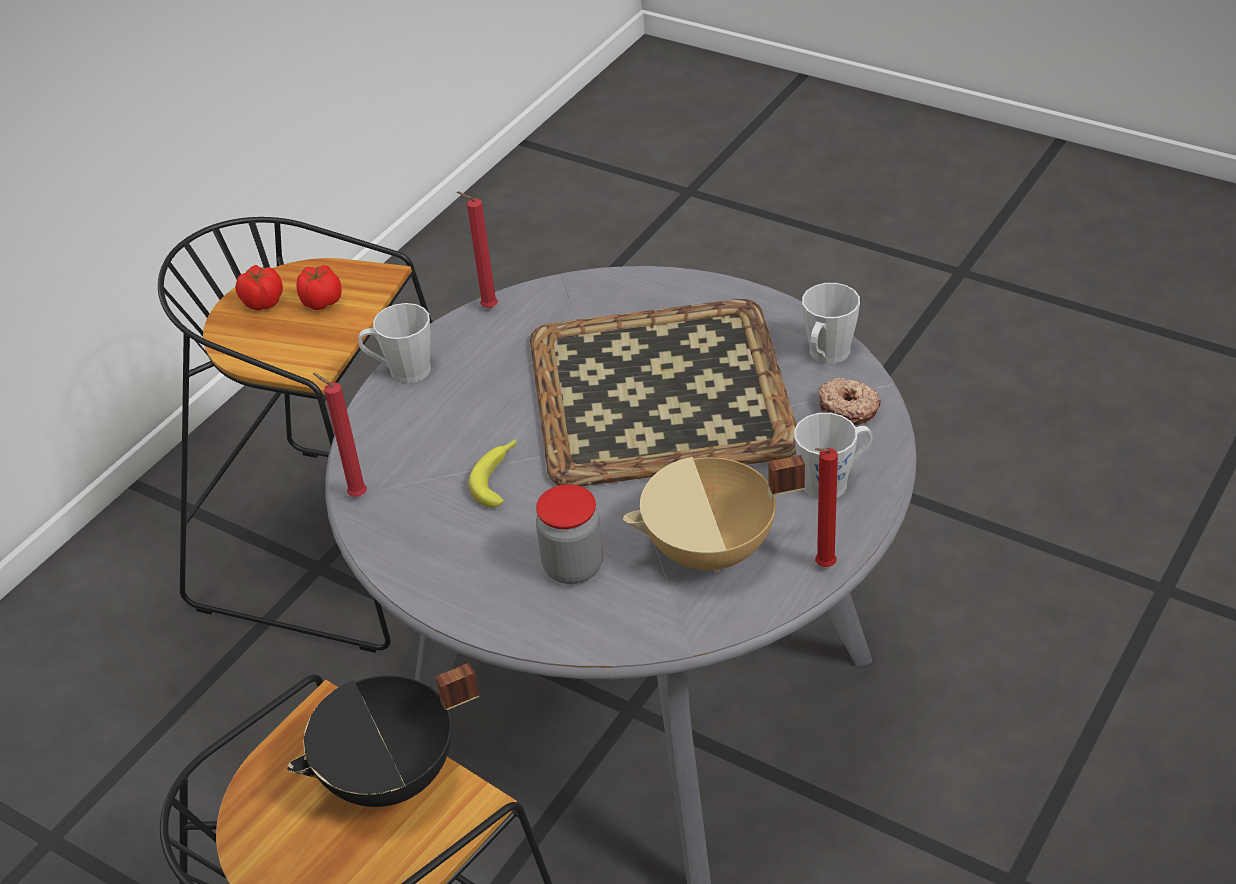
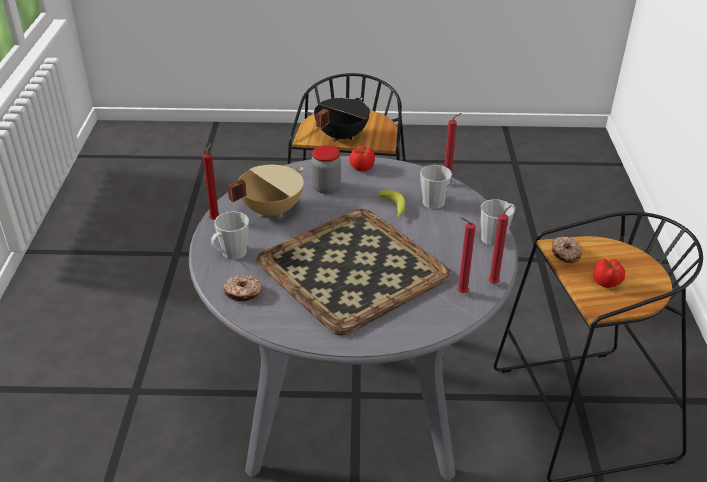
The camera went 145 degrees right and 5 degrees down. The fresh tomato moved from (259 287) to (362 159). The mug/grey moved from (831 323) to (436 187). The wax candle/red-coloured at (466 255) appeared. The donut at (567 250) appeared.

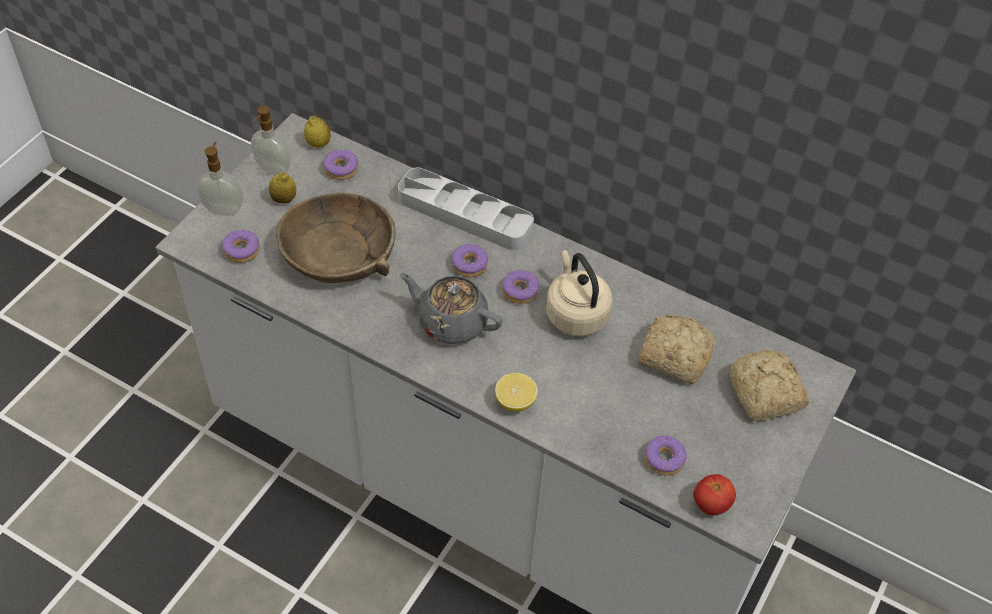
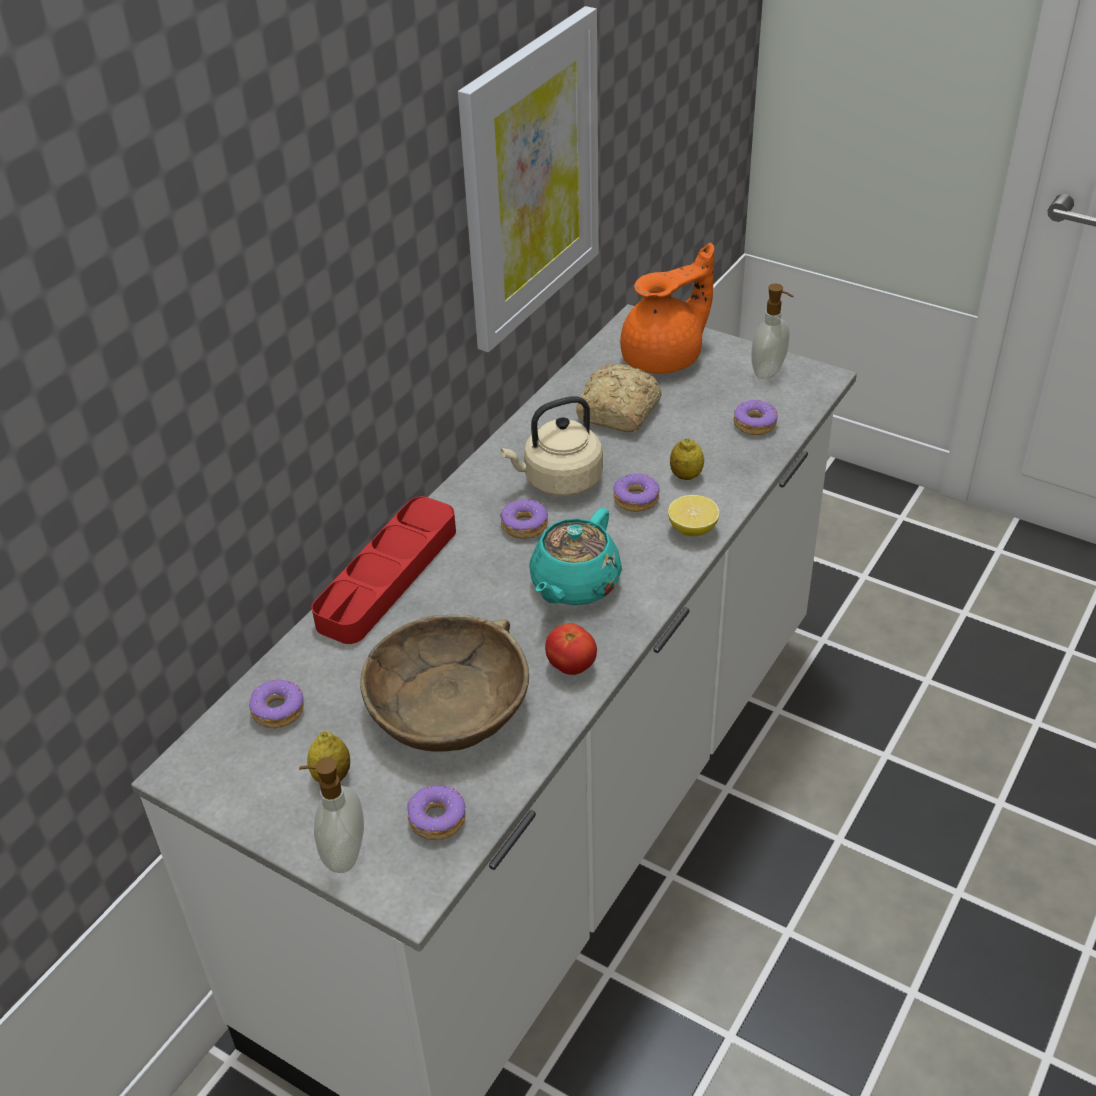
The camera went 85 degrees left and 10 degrees down. The carrying tray/grey at (466 209) became the carrying tray/red-coloured at (384 570). The wall picture at (528 179) appeared. The tea pot/grey at (451 308) became the tea pot/turquoise-coloured at (575 556). The fresh tomato moved from (714 494) to (571 649). The donut moved from (470 261) to (636 493). The baked bread at (768 385) was replaced by the tea pot/orange-coloured at (667 308). The lemon moved from (317 132) to (687 459). The liquid soap bottle moved from (271 141) to (772 331).

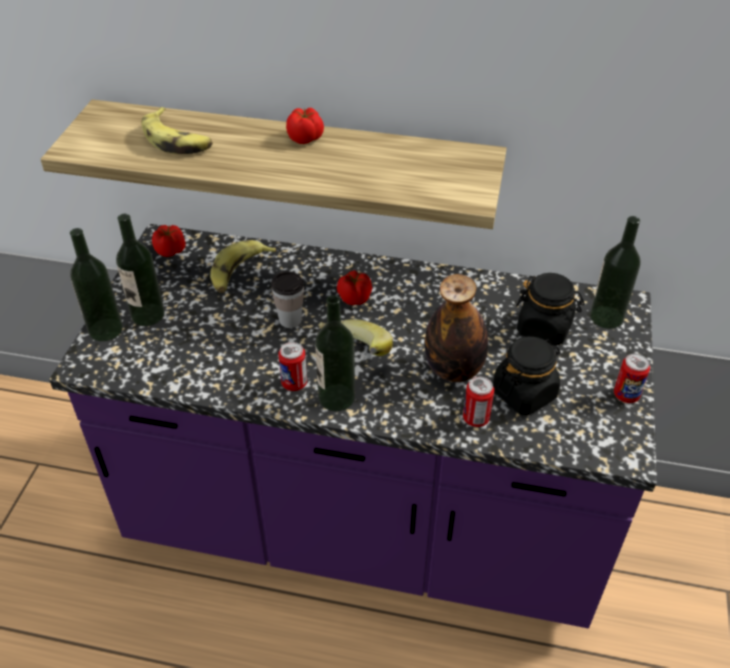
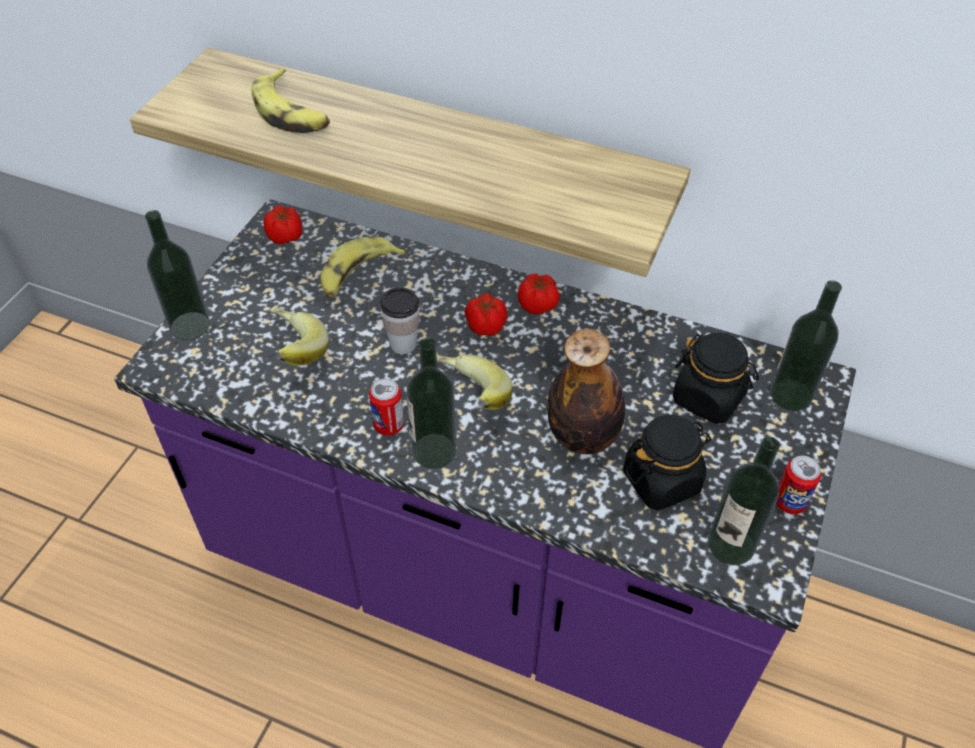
The camera went 10 degrees right and 5 degrees up. The whole banana at (299 335) appeared. The fresh tomato moved from (305 126) to (539 293). The bottle moved from (140 270) to (744 500). The can at (478 402) disappeared.

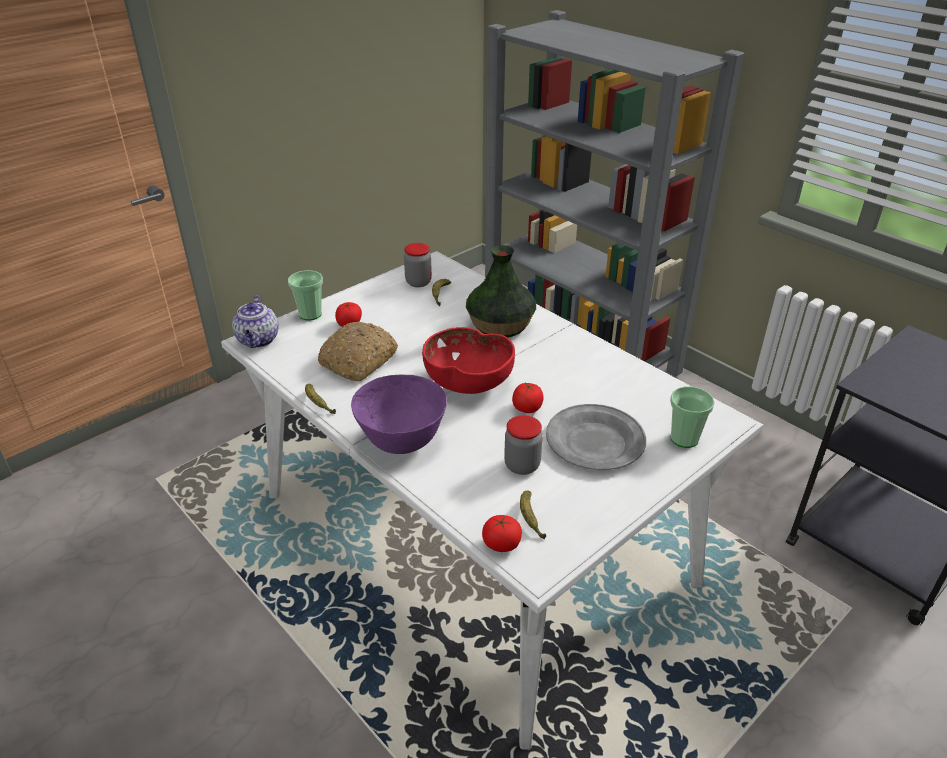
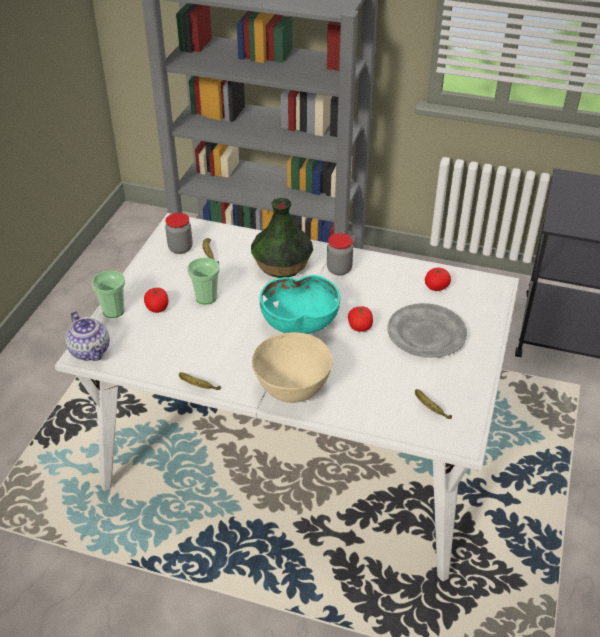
The camera went 30 degrees left and 5 degrees up. The drinking cup moved from (692 417) to (203 281). The bowl/purple at (399 414) became the bowl/beige at (292 367). The bowl/red-coloured at (468 360) became the bowl/turquoise-coloured at (300 304). The storage jar moved from (523 445) to (340 254). The fresh tomato moved from (502 533) to (438 279). The baked bread at (358 351) disappeared.

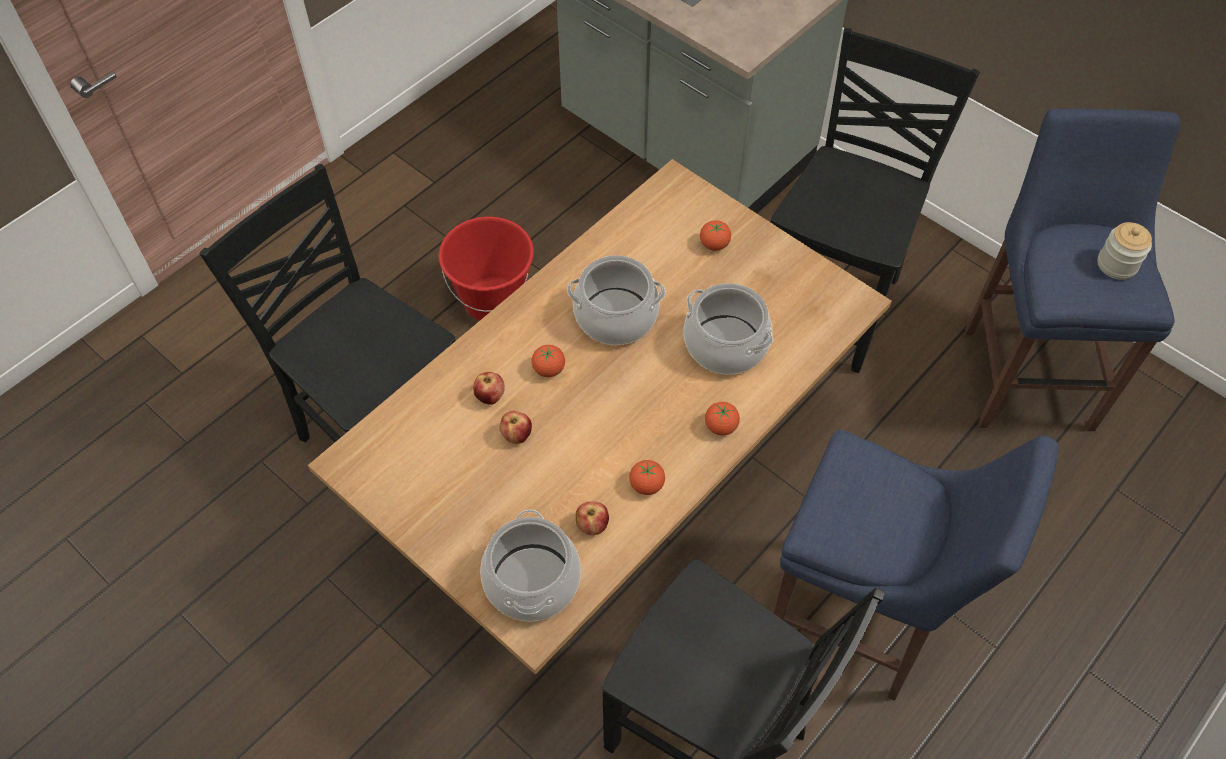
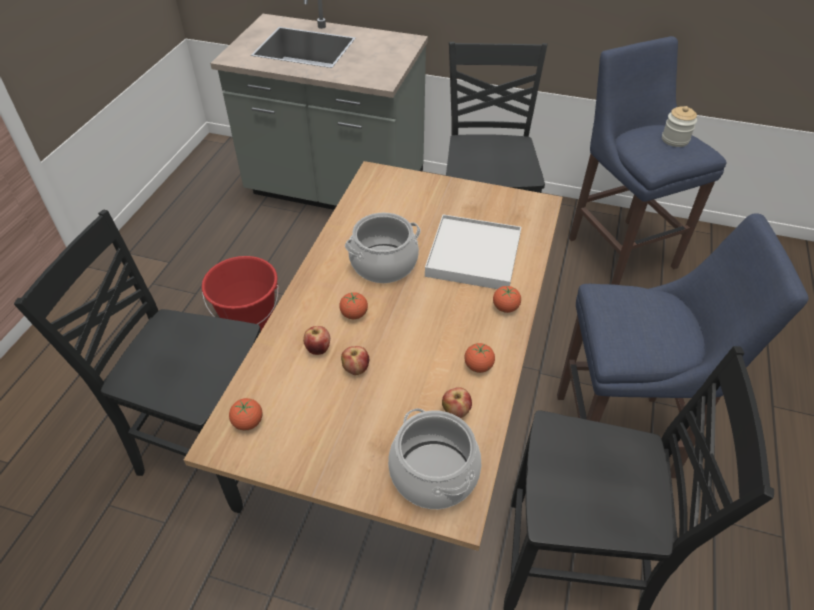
The camera went 25 degrees left and 10 degrees down. The fresh tomato moved from (715 235) to (245 414). The saucepot at (728 328) was replaced by the carrying tray/white-coloured at (473 252).

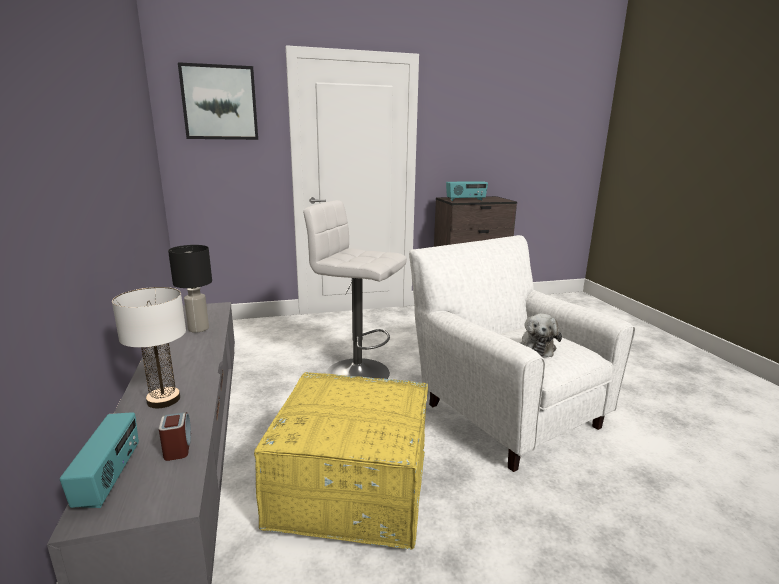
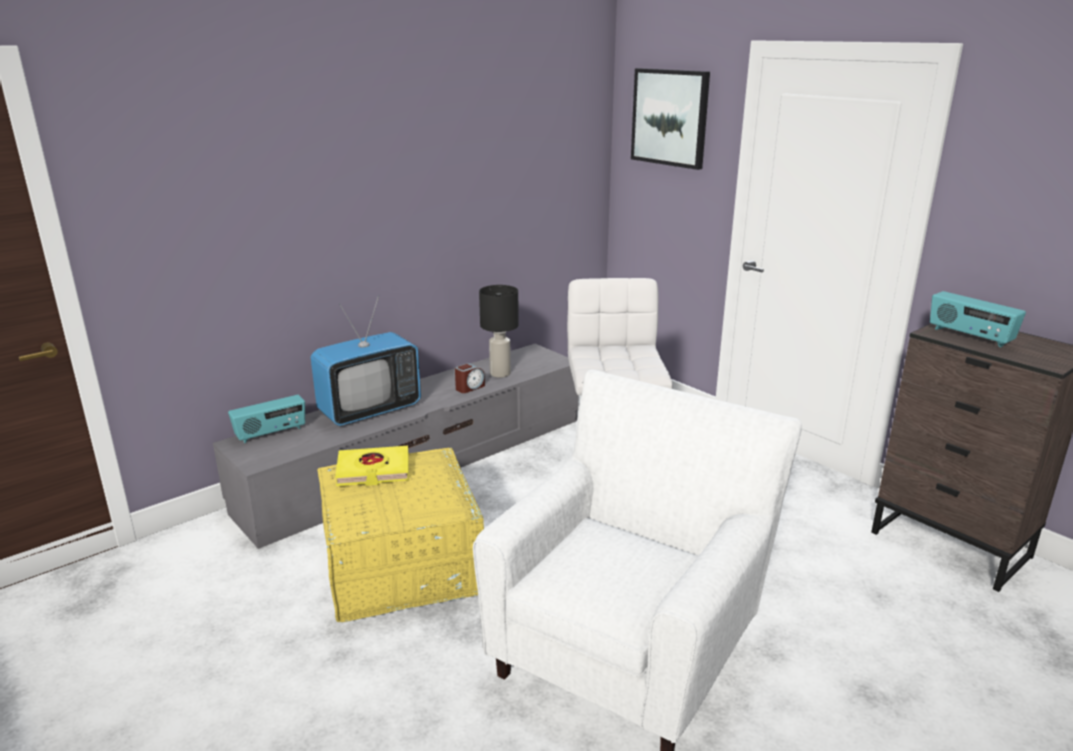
The camera went 65 degrees right and 5 degrees up. The table lamp at (149 347) was replaced by the TV set at (366 360). The bound book/yellow-coloured at (372 466) appeared. The table clock moved from (175 436) to (470 378). The plush toy at (541 335) disappeared.

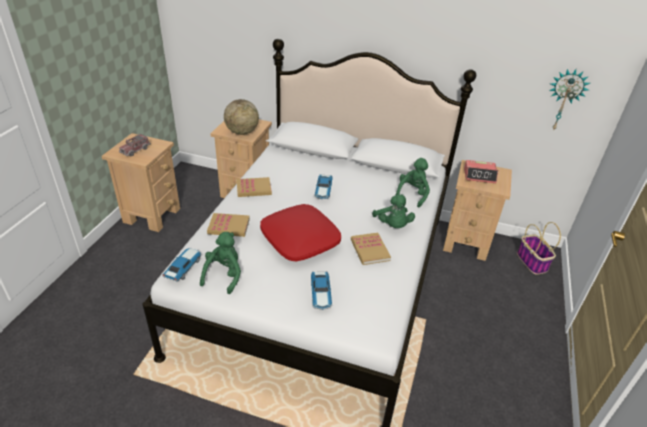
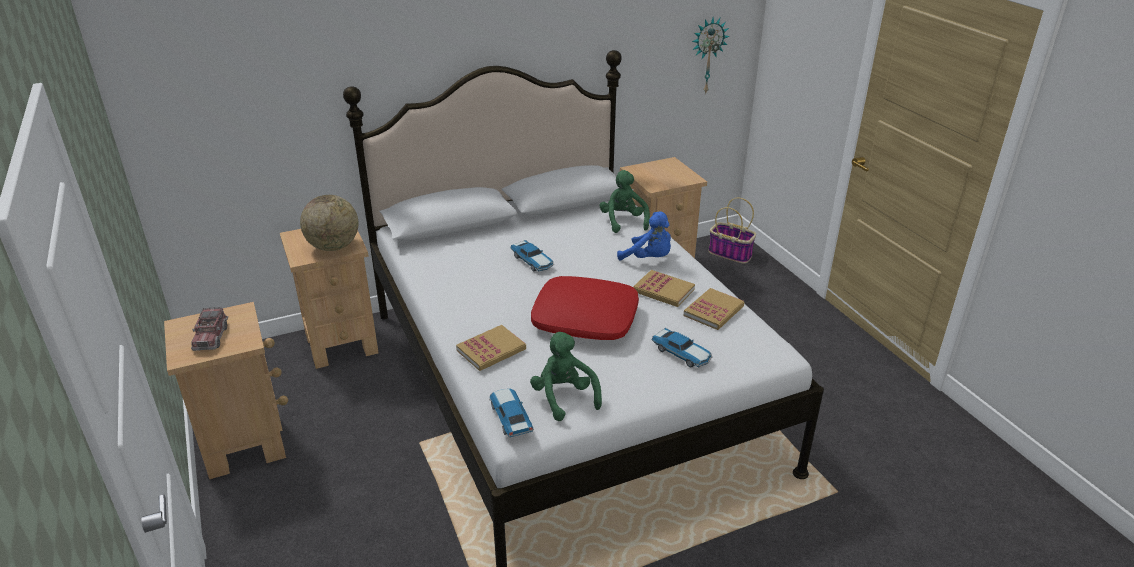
The camera went 40 degrees left and 5 degrees down. The plush toy/green-coloured at (393 211) became the plush toy/blue-coloured at (644 236). The bound book moved from (254 187) to (714 309). The table clock at (481 171) disappeared.

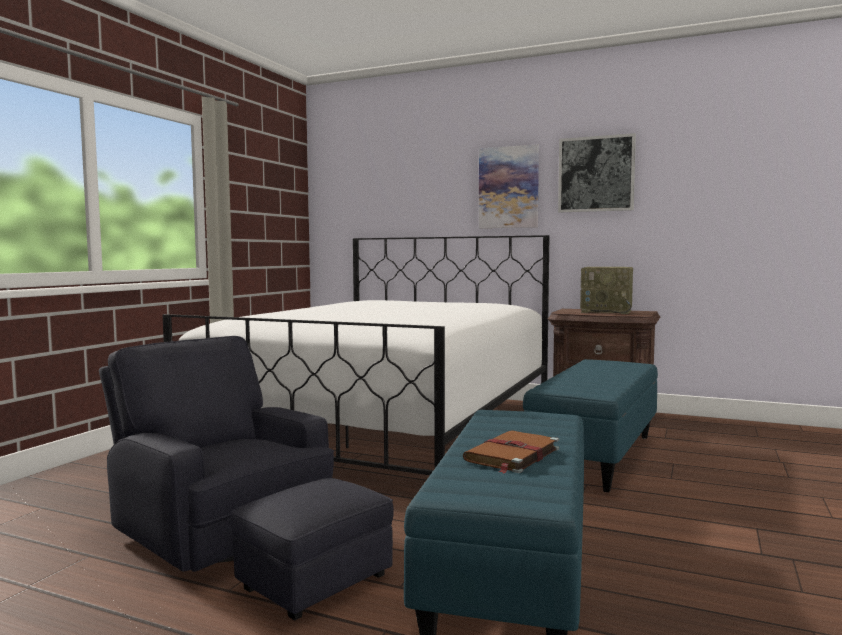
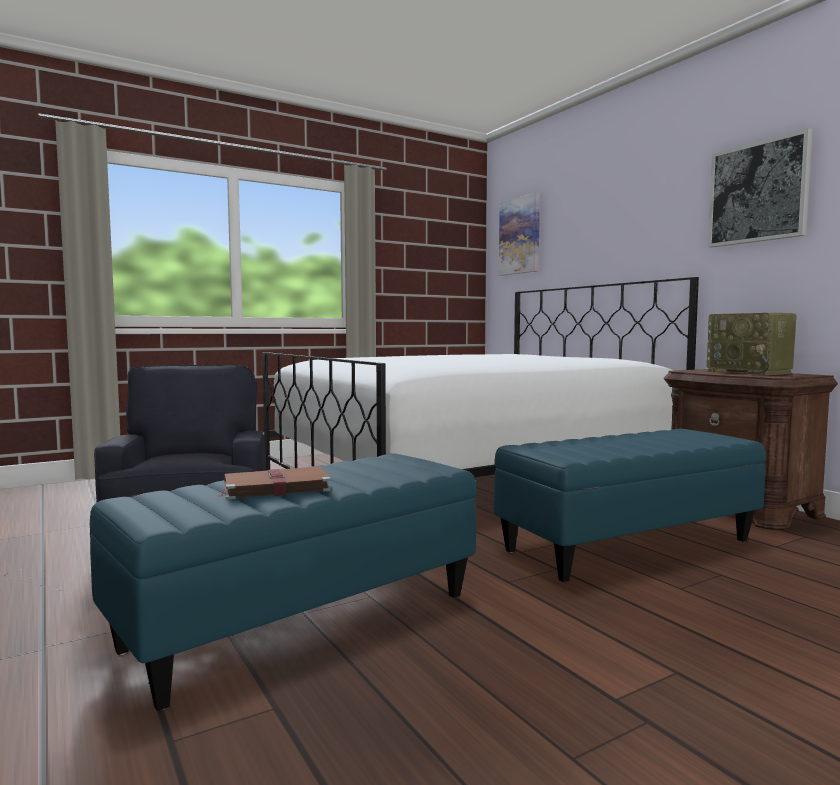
The camera went 35 degrees right and 0 degrees up. The wall picture moved from (509 186) to (519 234).

